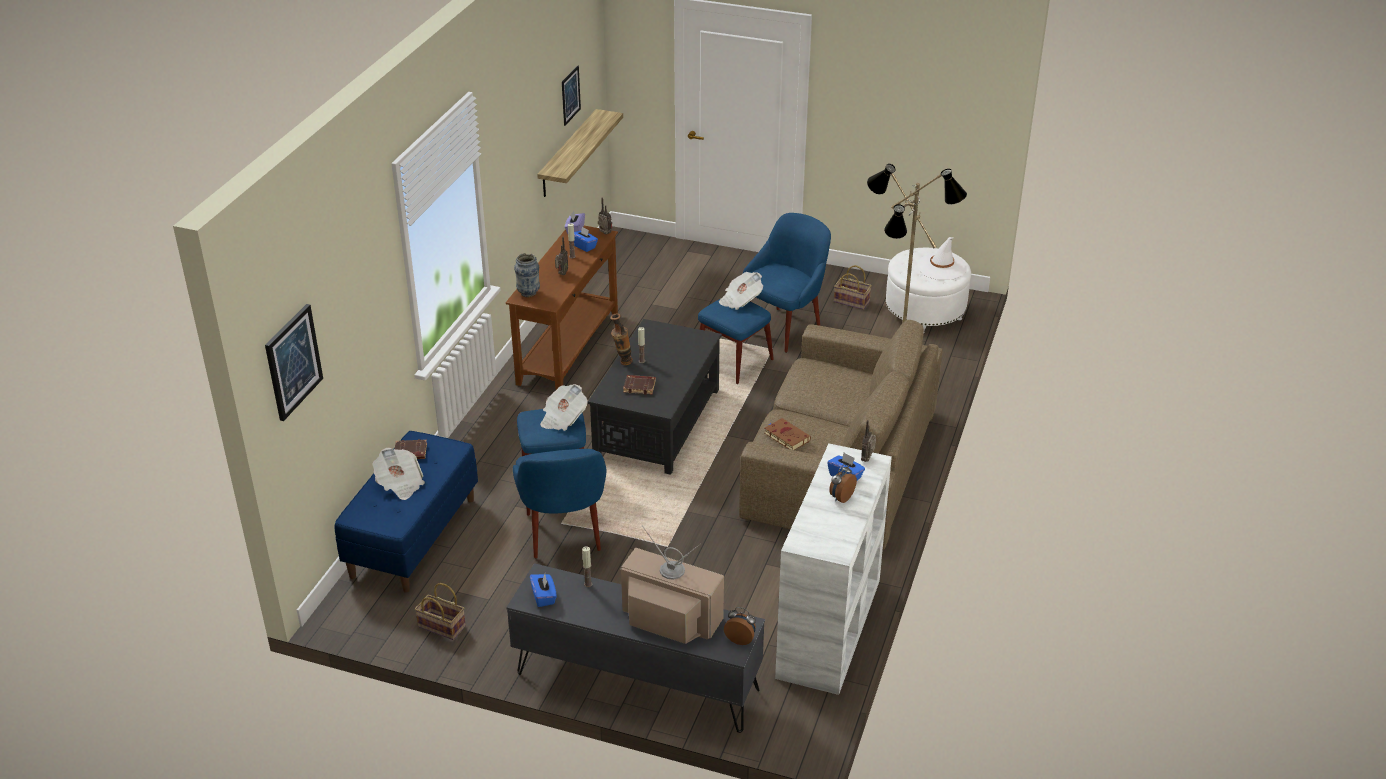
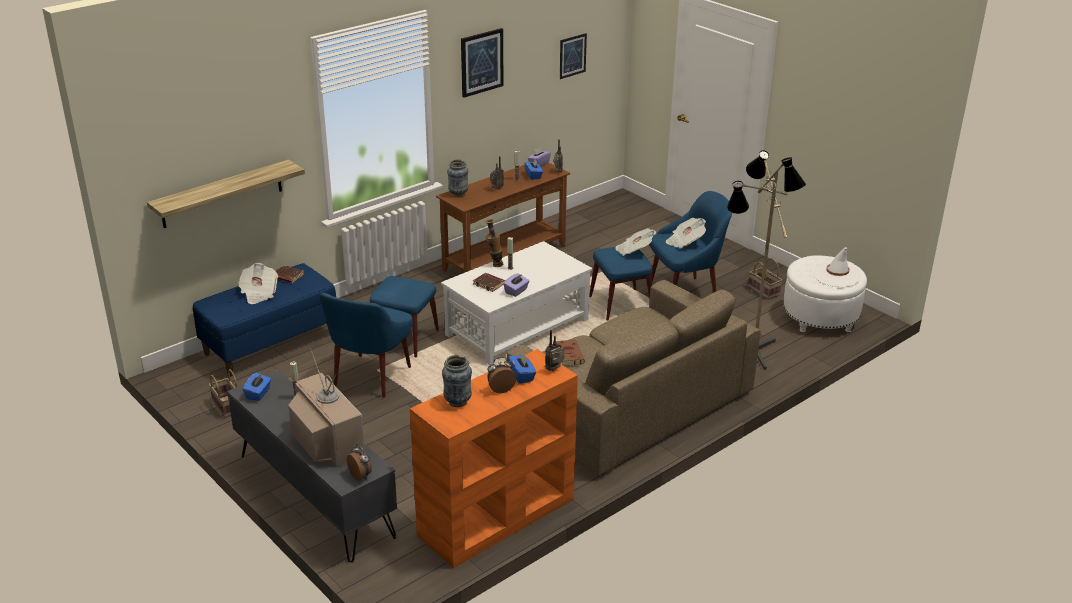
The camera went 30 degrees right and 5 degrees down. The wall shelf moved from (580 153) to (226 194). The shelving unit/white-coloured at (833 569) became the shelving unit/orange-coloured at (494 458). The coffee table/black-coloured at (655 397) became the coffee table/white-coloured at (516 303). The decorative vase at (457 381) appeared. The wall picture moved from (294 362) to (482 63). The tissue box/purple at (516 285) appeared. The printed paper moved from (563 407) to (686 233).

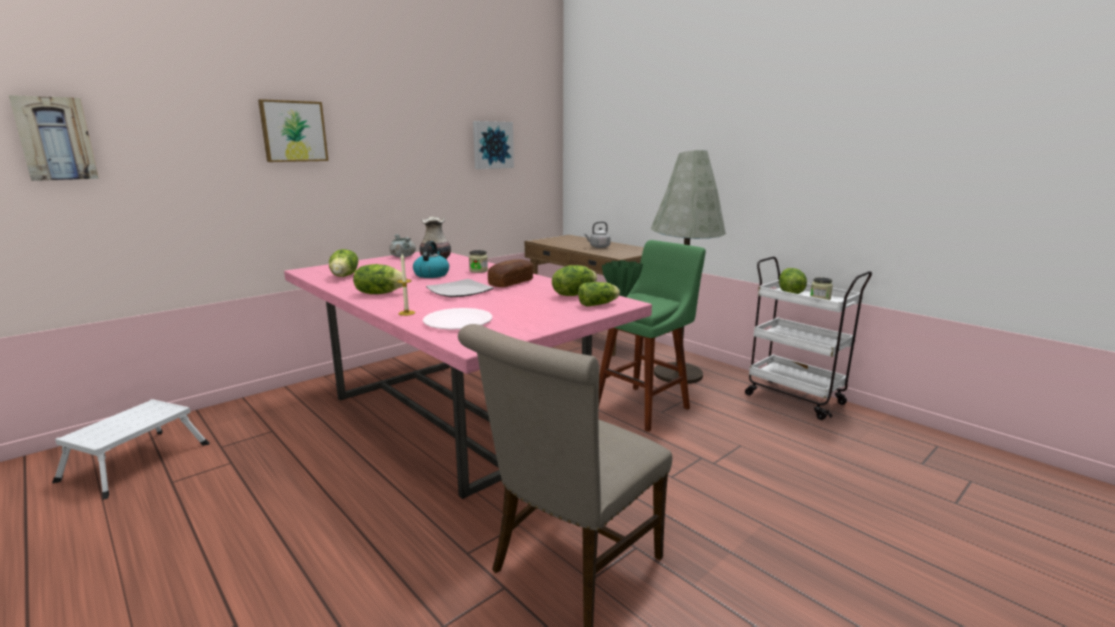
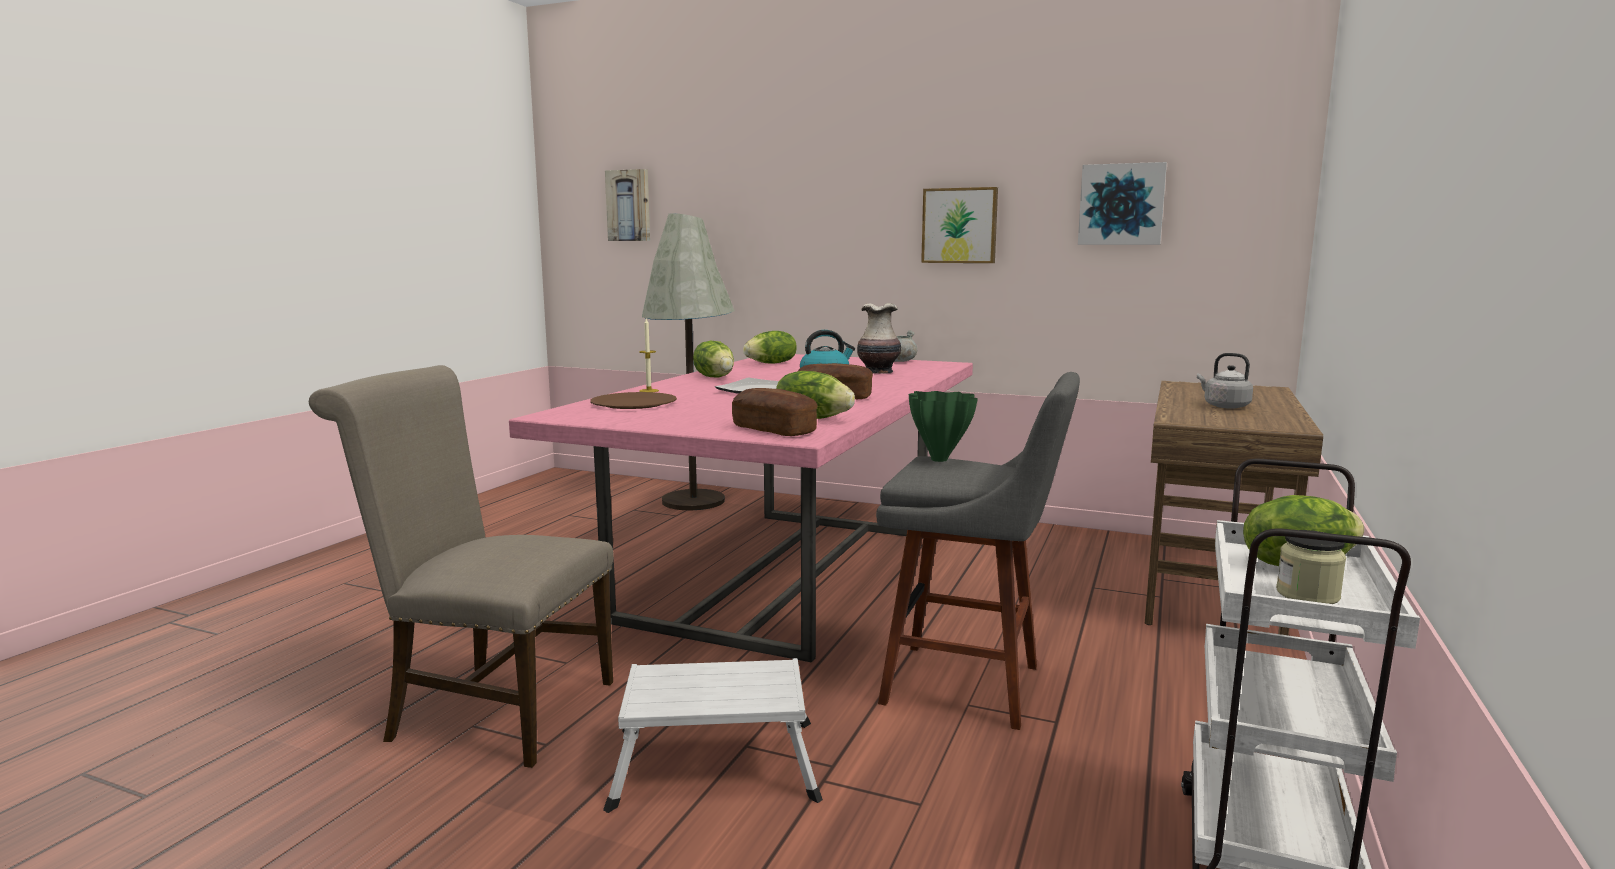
The camera went 65 degrees right and 5 degrees down. The plate/white-coloured at (457 319) became the plate/brownish at (633 400). The step ladder/white-coloured moved from (131 449) to (713 735). The standing lamp/grey moved from (688 267) to (688 361). The lettuce head at (599 294) was replaced by the baked bread at (775 412). The stool/green-coloured at (652 336) became the stool/grey at (978 551). The wall picture moved from (293 130) to (959 225). The storage jar at (478 261) disappeared.

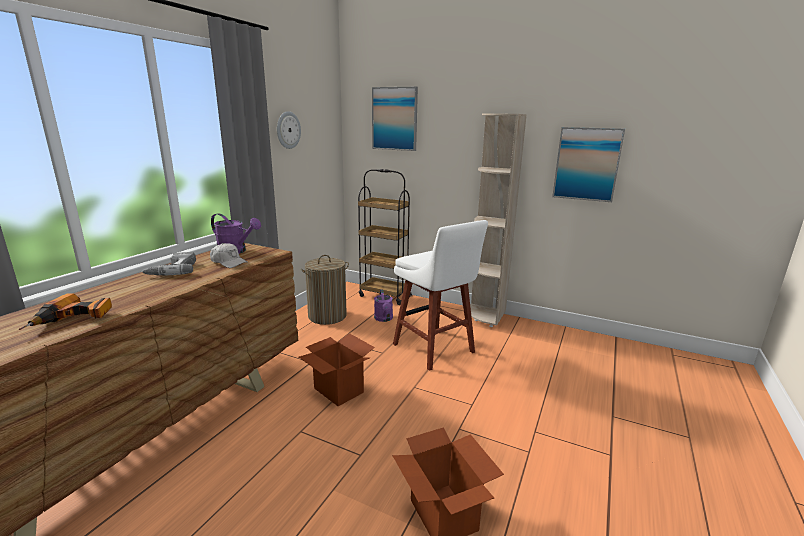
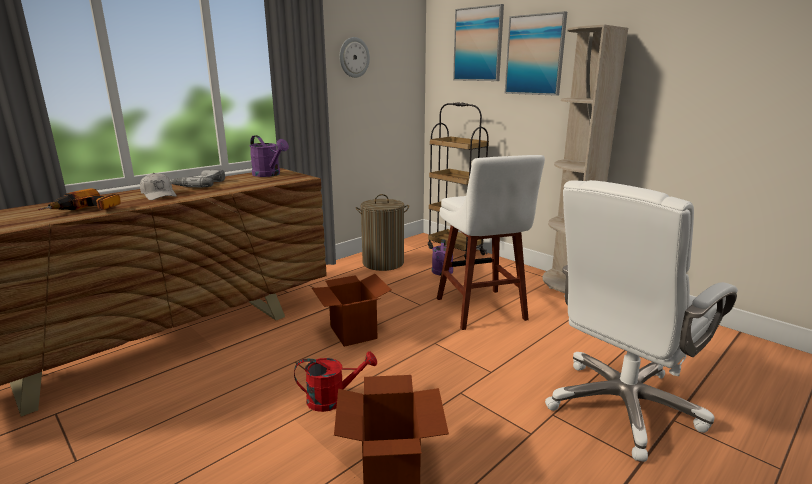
The camera went 20 degrees right and 0 degrees up. The cap/white-coloured moved from (229 255) to (158 186). The sprinkling can/red-coloured at (335 381) appeared. The wall picture moved from (588 164) to (535 53). The computer chair/white-coloured at (641 321) appeared.

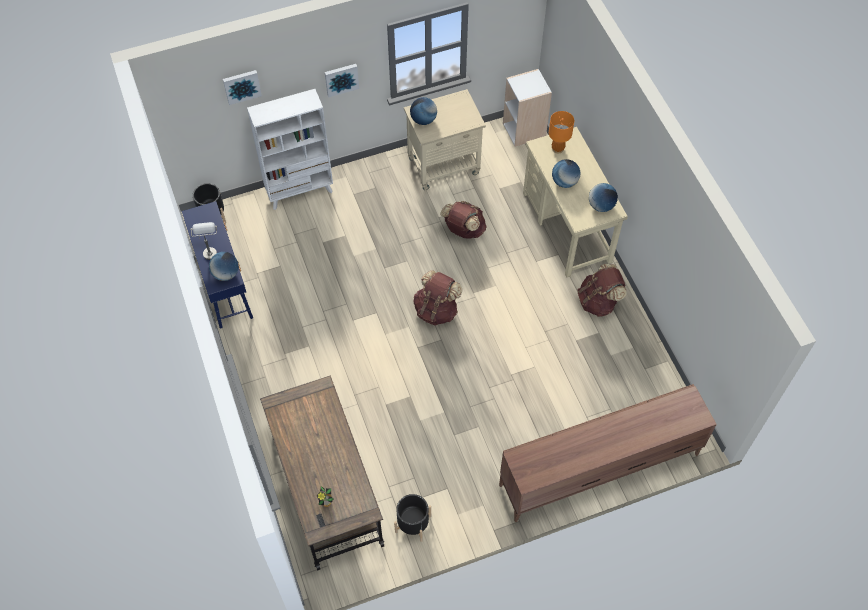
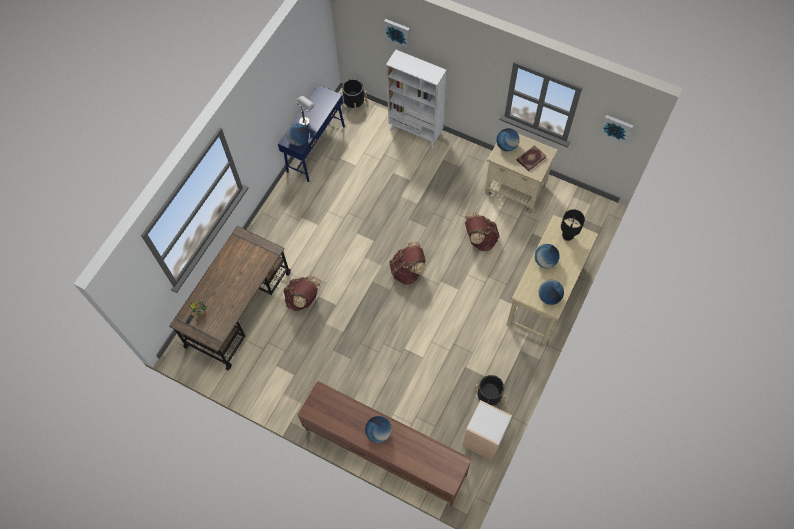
The camera went 50 degrees right and 5 degrees up. The knapsack/brownish moved from (602 290) to (302 293). The world globe at (378 429) appeared. The shelving unit moved from (527 108) to (487 430). The plant pot/black-coloured moved from (412 518) to (490 390). The bound book at (531 158) appeared. The table lamp/orange-coloured at (561 132) became the table lamp/black-coloured at (573 225). The wall picture moved from (342 80) to (616 129).

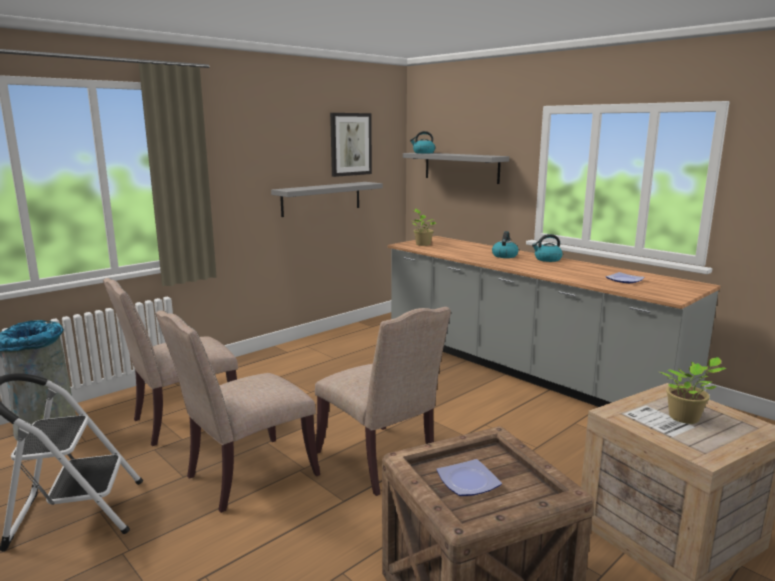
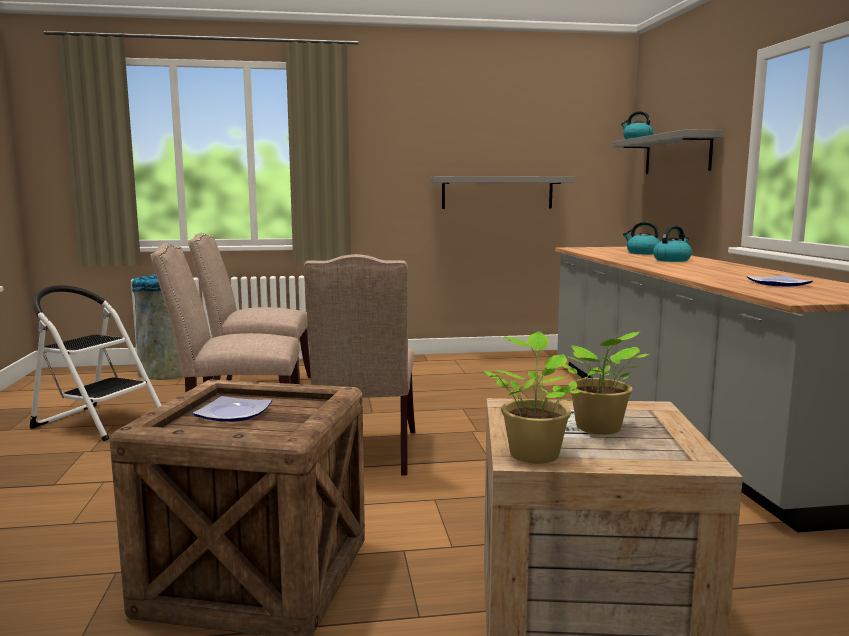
The camera went 35 degrees right and 5 degrees down. The houseplant moved from (424 227) to (533 397). The tea kettle moved from (547 248) to (641 238). The wall picture at (351 145) disappeared.

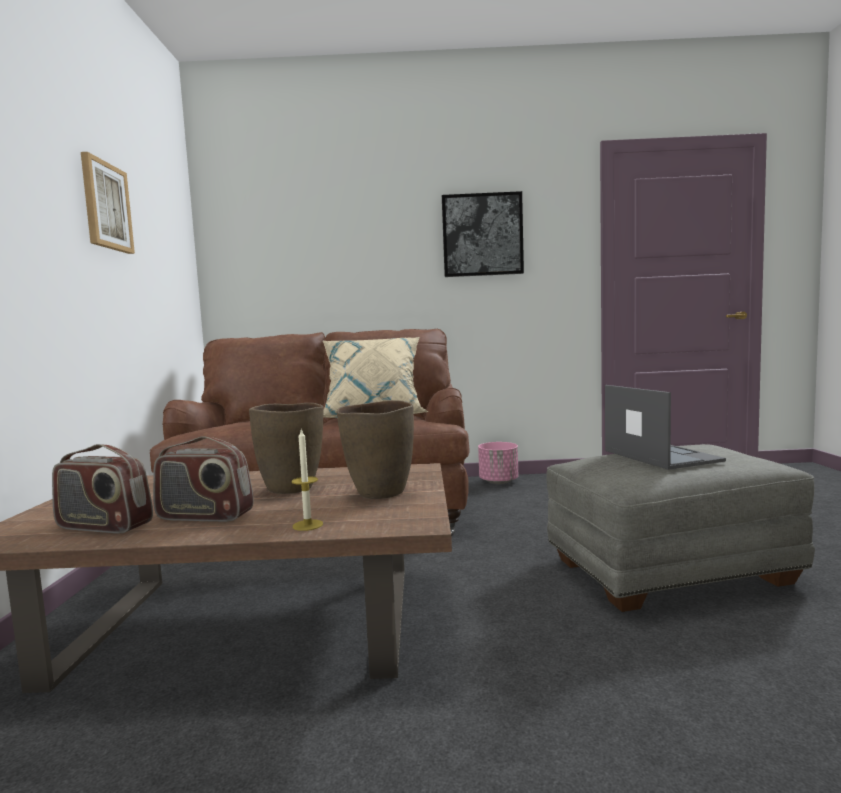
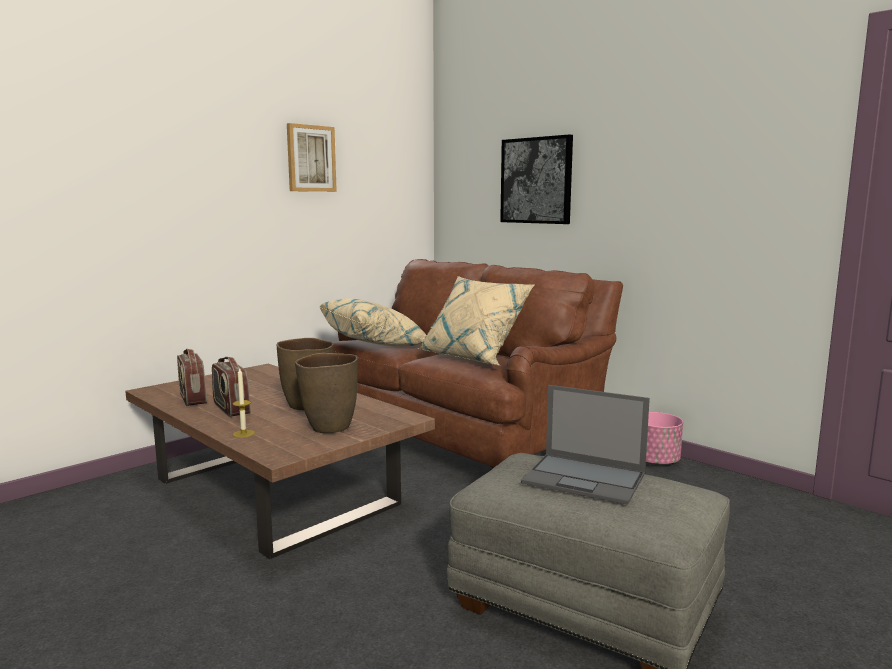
The camera went 45 degrees right and 5 degrees up. The throw pillow/beige at (373 323) appeared. The wall picture moved from (483 234) to (536 179). The notebook computer at (665 427) turned 90 degrees clockwise.

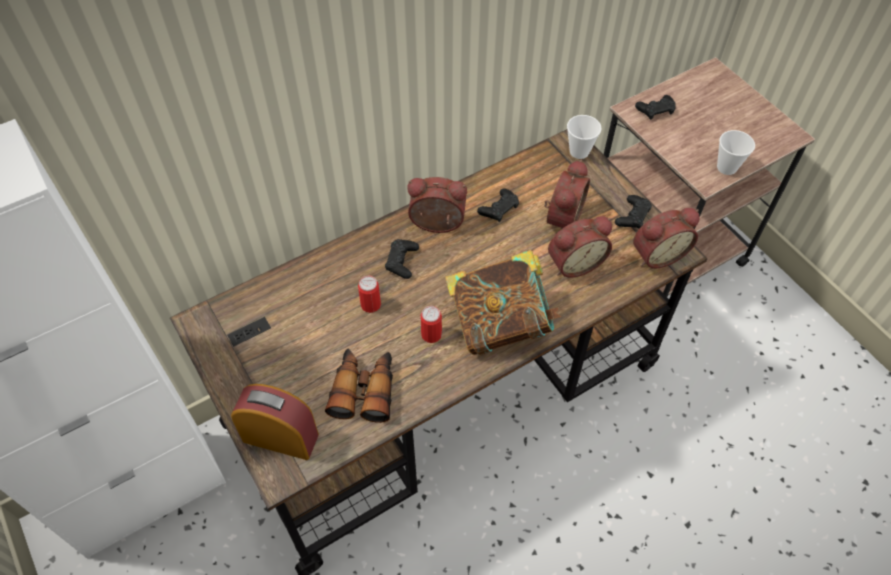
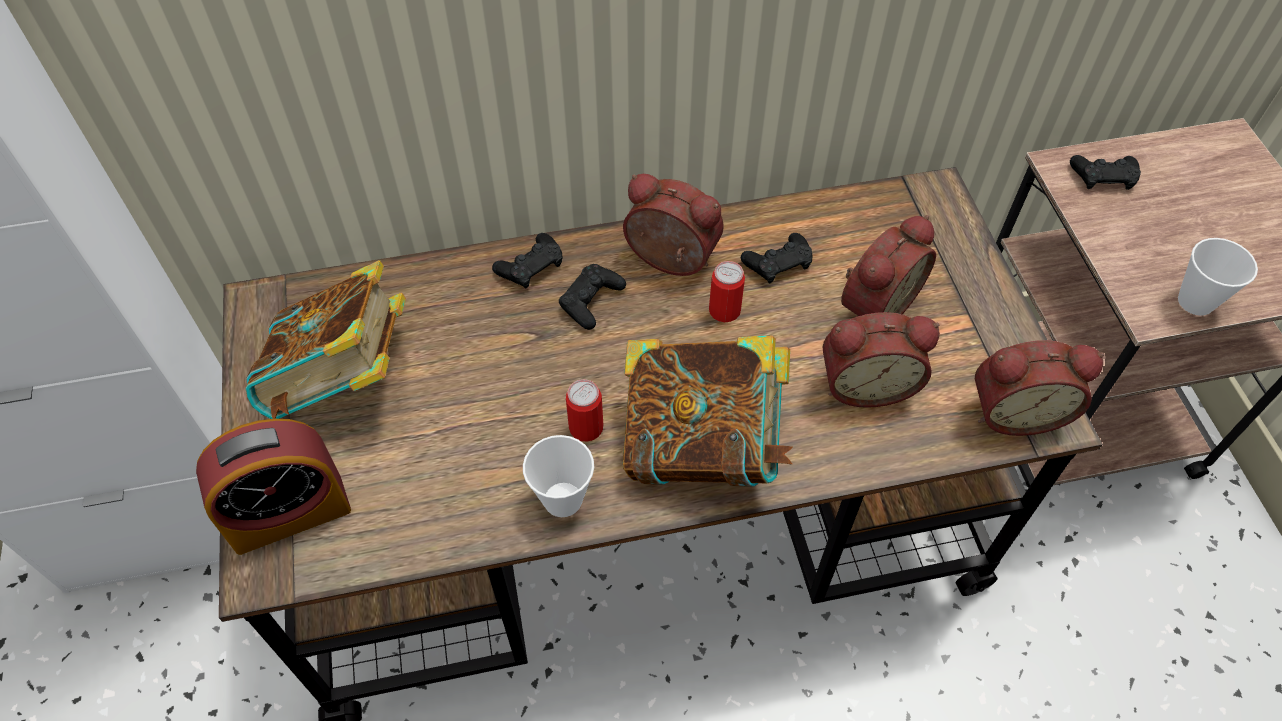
The camera went 20 degrees right and 0 degrees up. The table clock at (275 422) turned 120 degrees clockwise. The bound book at (325 339) appeared. The game controller/black-coloured moved from (633 212) to (527 260). The drinking cup moved from (584 137) to (558 476). The can moved from (369 294) to (727 291). The field glasses at (359 386) disappeared.

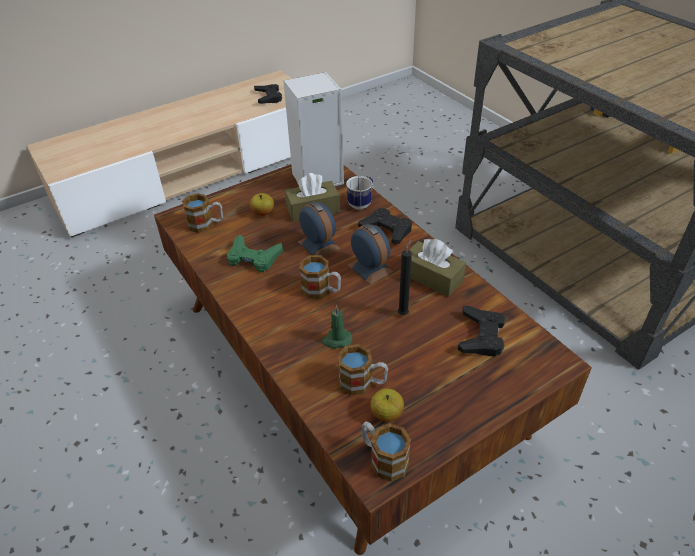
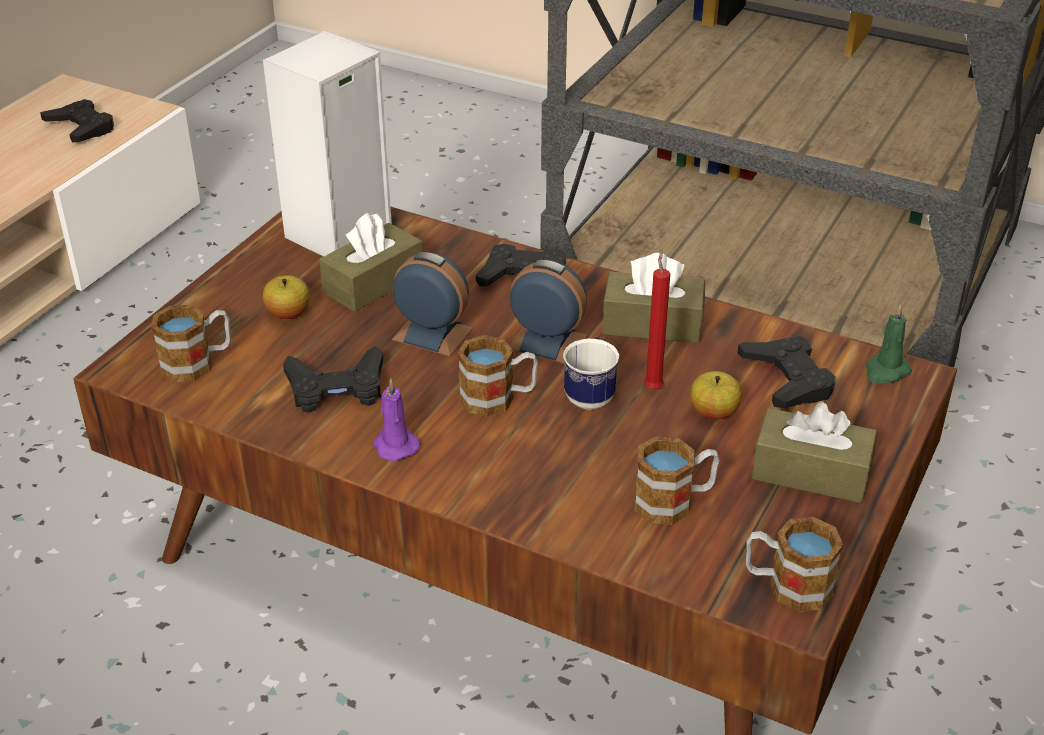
The camera went 30 degrees left and 5 degrees down. The game controller/green-coloured at (255 253) became the game controller/black-coloured at (333 379). The wax candle/purple at (396 419) appeared. The mug moved from (359 193) to (591 373). The wax candle/black-coloured at (405 277) became the wax candle/red-coloured at (657 319). The whole apple moved from (387 405) to (716 395). The tissue box/brownish at (814 452) appeared. The wax candle/green-coloured moved from (337 327) to (888 343).

